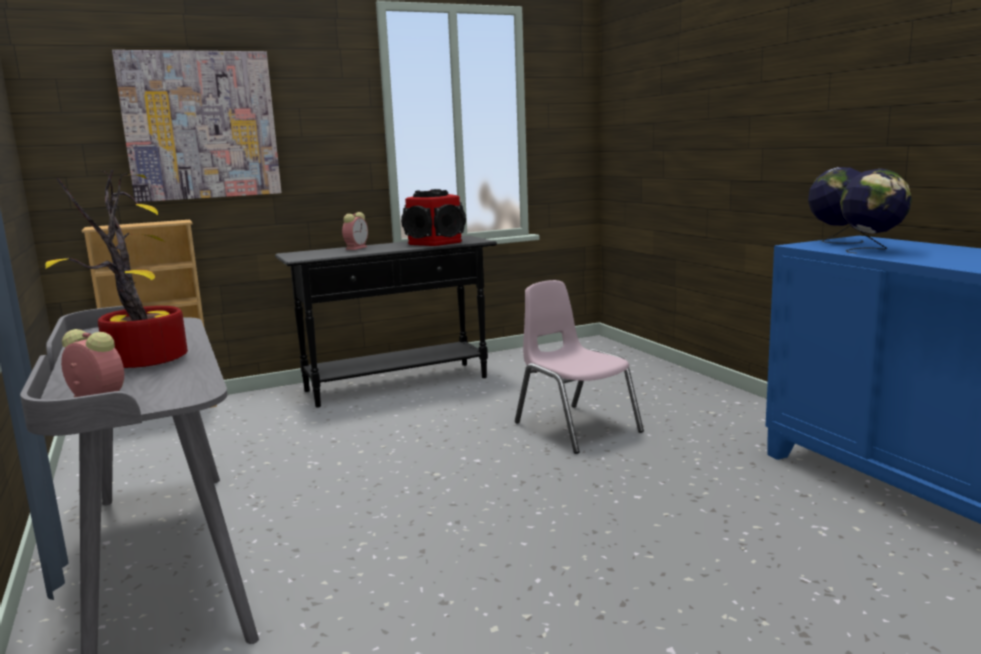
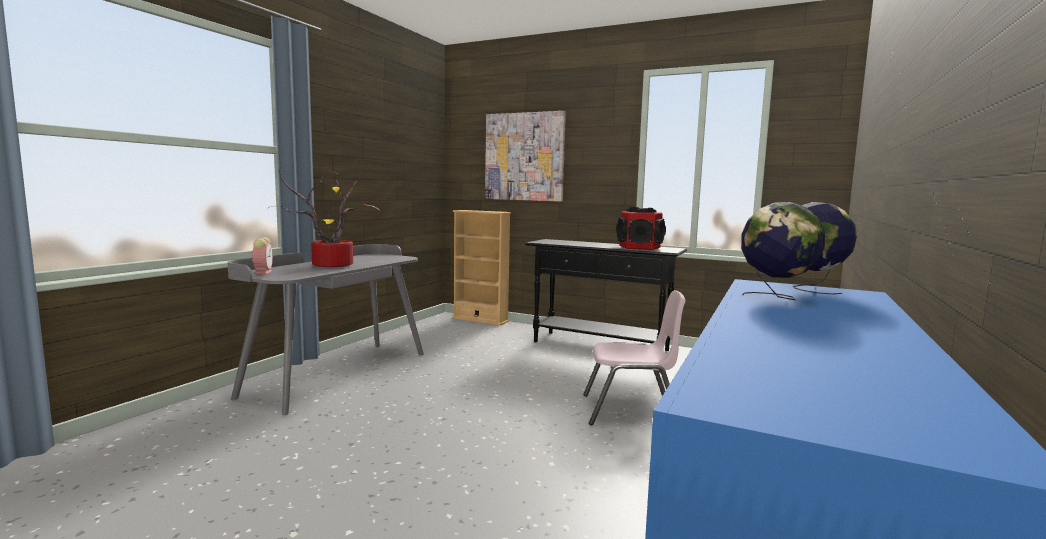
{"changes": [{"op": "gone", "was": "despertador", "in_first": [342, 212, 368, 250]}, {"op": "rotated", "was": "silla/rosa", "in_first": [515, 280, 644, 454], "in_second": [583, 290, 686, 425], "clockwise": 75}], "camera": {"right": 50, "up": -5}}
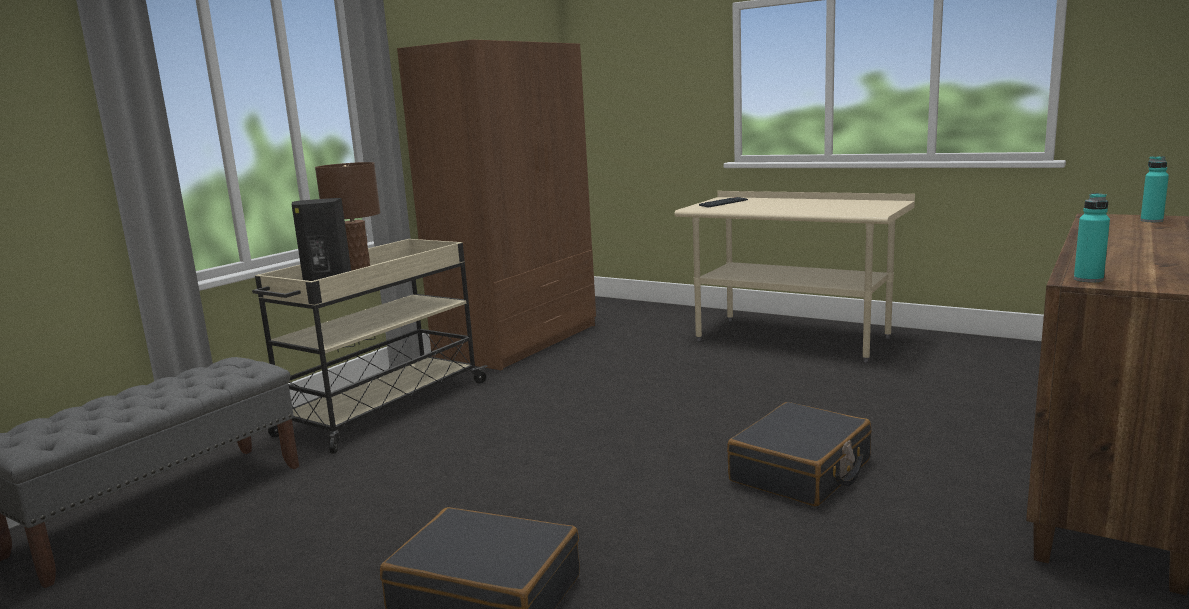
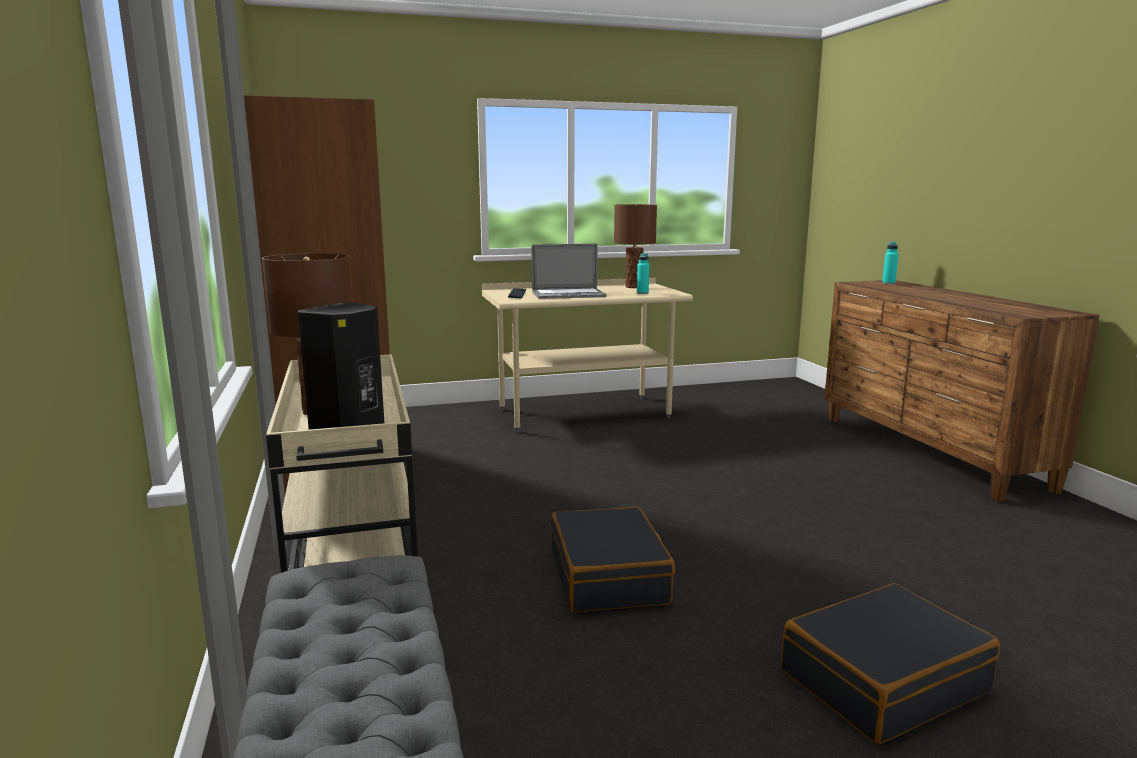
{"changes": [{"op": "shifted", "was": "botella/turquesa", "in_first": [1074, 193, 1110, 282], "in_second": [637, 253, 649, 294]}, {"op": "shifted", "was": "maleta/negro", "in_first": [727, 402, 871, 506], "in_second": [551, 506, 675, 612]}, {"op": "new", "now": "lámpara de mesa/marrón", "in_second": [614, 204, 657, 288]}, {"op": "new", "now": "portátil", "in_second": [532, 244, 607, 299]}], "camera": {"right": -50, "up": 0}}
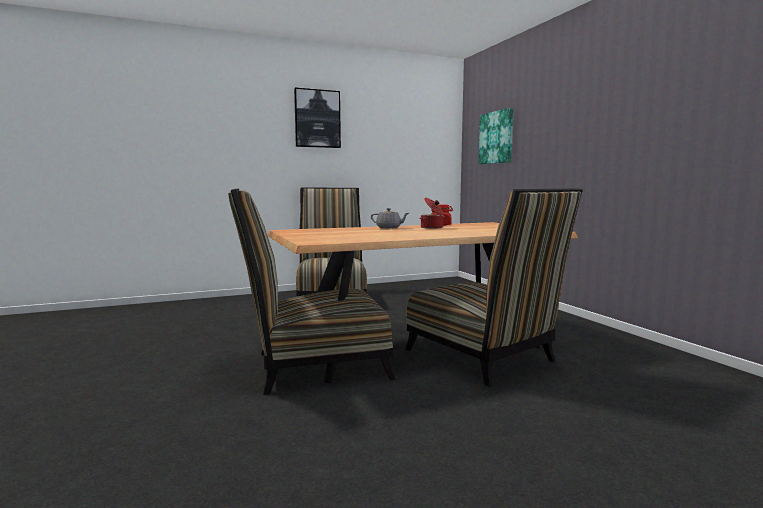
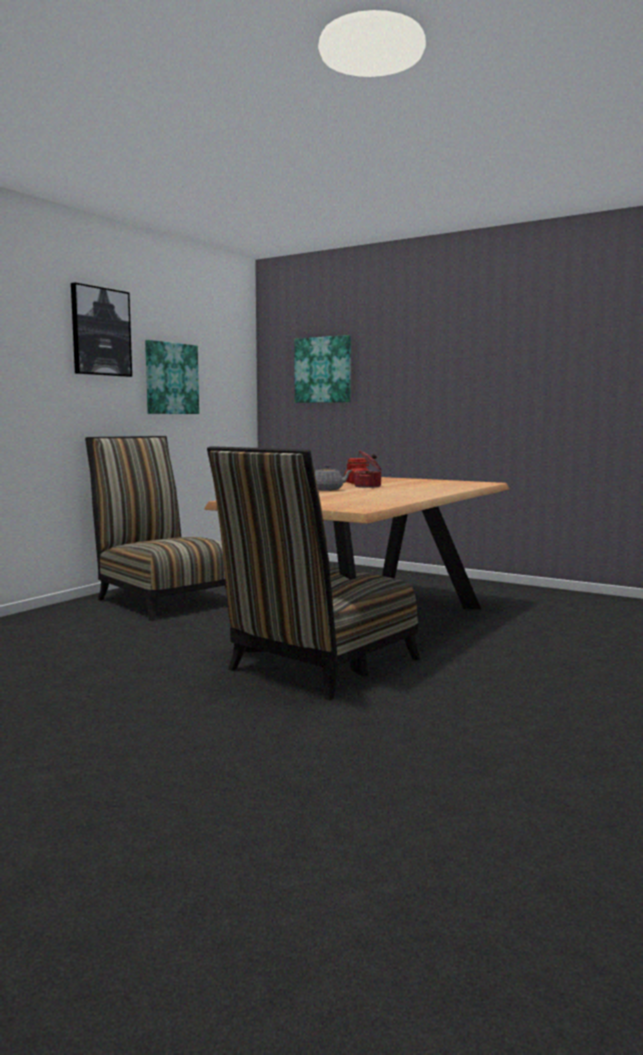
{"changes": [{"op": "gone", "was": "silla", "in_first": [405, 189, 583, 387]}, {"op": "new", "now": "cuadro", "in_second": [145, 340, 199, 414]}], "camera": {"right": -35, "up": 0}}
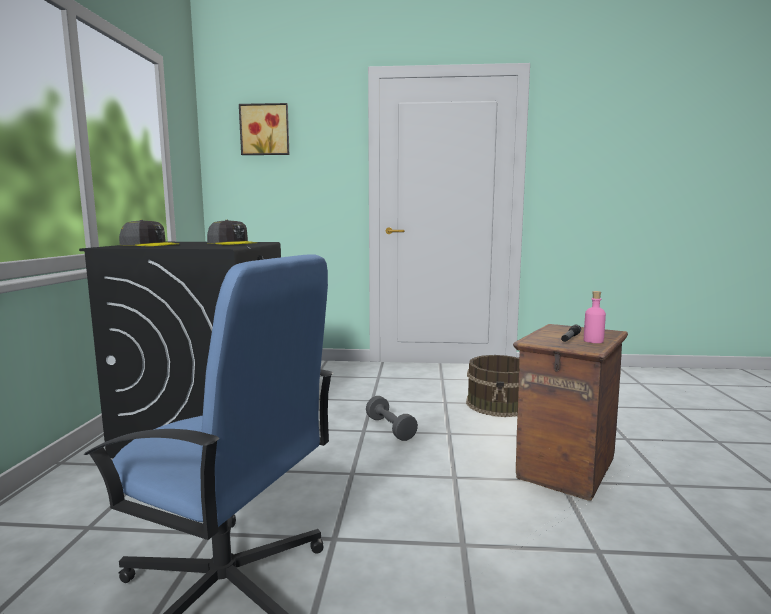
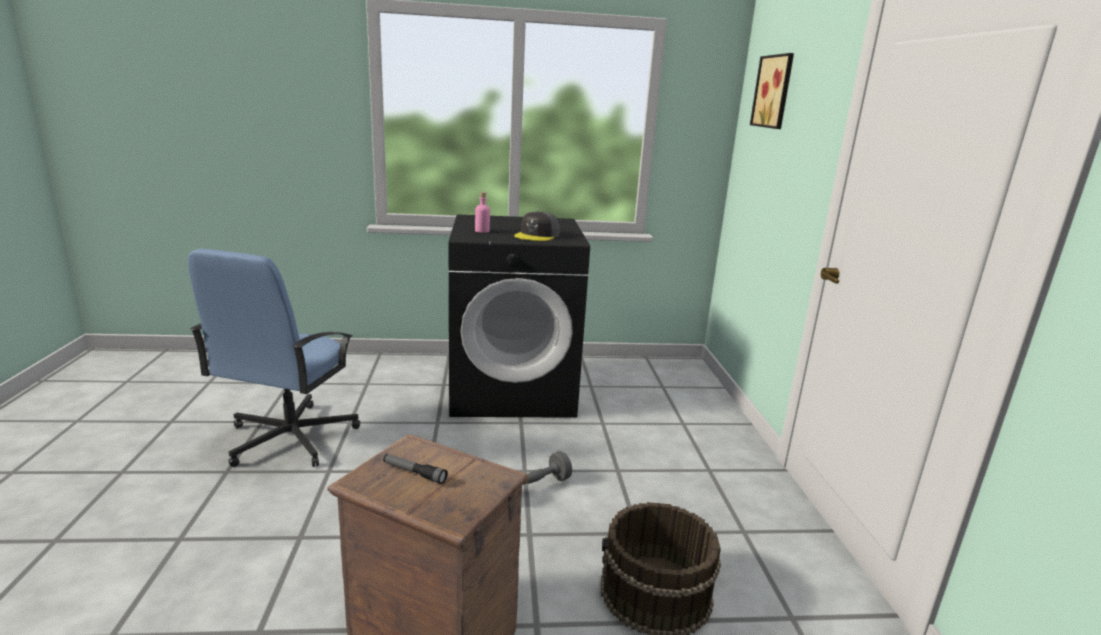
{"changes": [{"op": "gone", "was": "gorra/gris", "in_first": [119, 220, 179, 246]}, {"op": "shifted", "was": "botella/rosa", "in_first": [584, 291, 606, 343], "in_second": [475, 192, 490, 233]}], "camera": {"right": 80, "up": 10}}
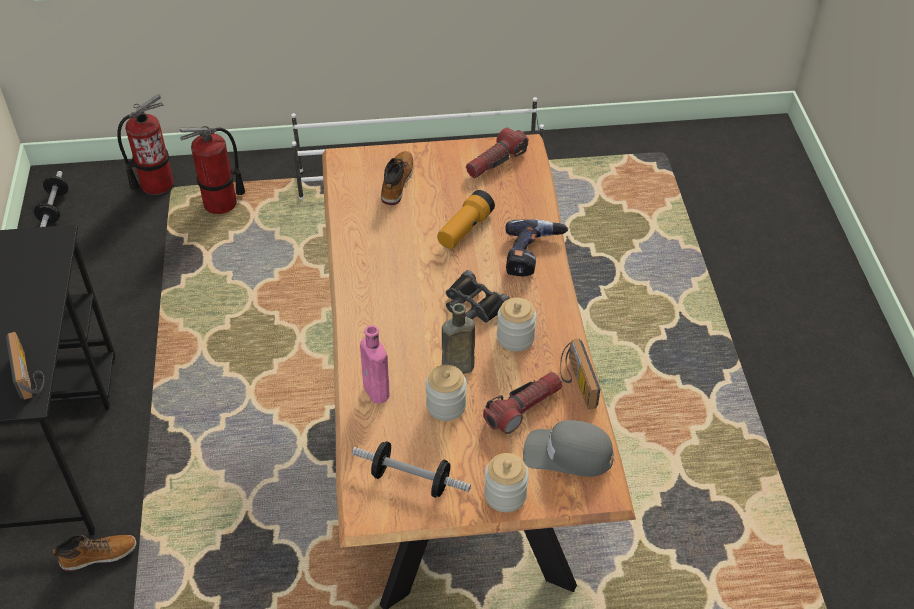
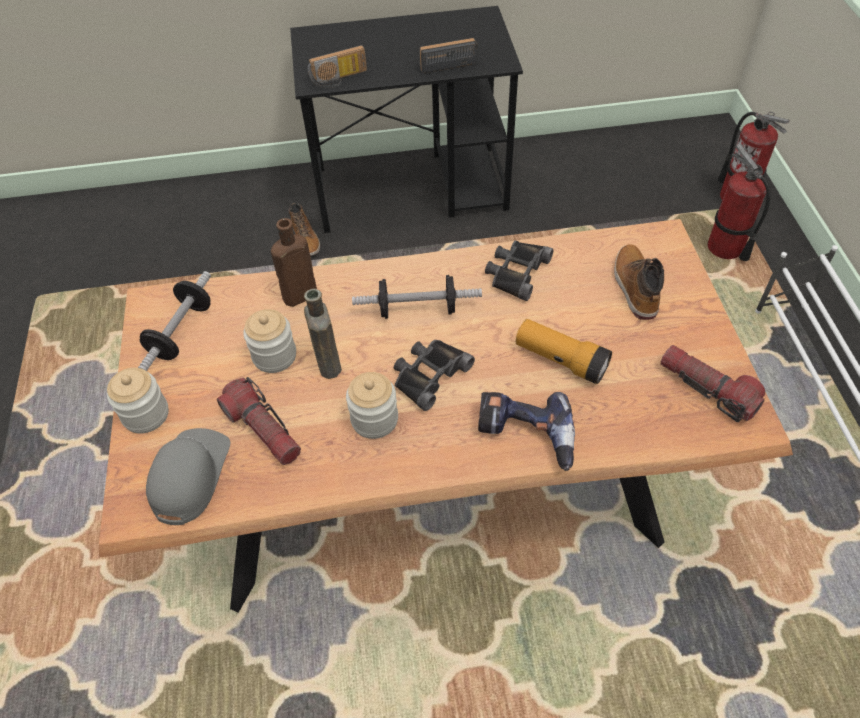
{"changes": [{"op": "rotated", "was": "bota", "in_first": [381, 151, 414, 205], "in_second": [614, 245, 664, 320], "clockwise": -105}, {"op": "shifted", "was": "mancuerna", "in_first": [34, 171, 68, 227], "in_second": [352, 275, 482, 319]}, {"op": "repainted", "was": "botella/rosa", "now": "botella/marrón", "in_first": [360, 325, 390, 404], "in_second": [271, 218, 317, 307]}, {"op": "shifted", "was": "radio", "in_first": [560, 339, 600, 410], "in_second": [420, 38, 478, 73]}, {"op": "new", "now": "prismáticos/negro", "in_second": [485, 240, 553, 301]}], "camera": {"right": 90, "up": 5}}
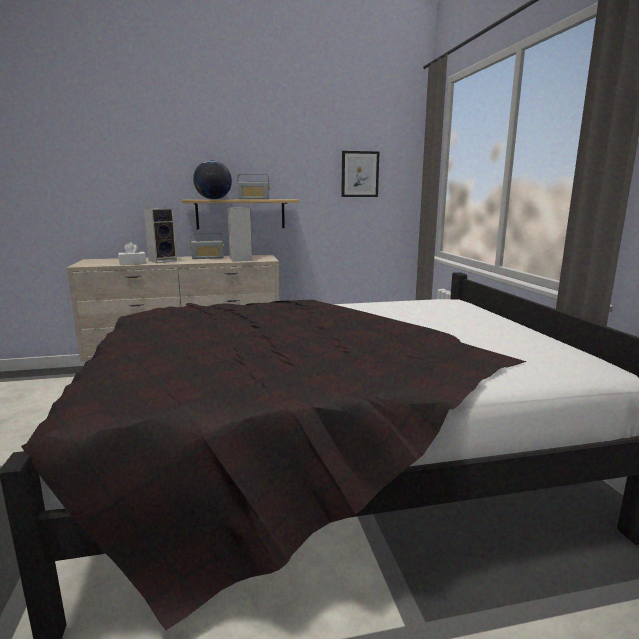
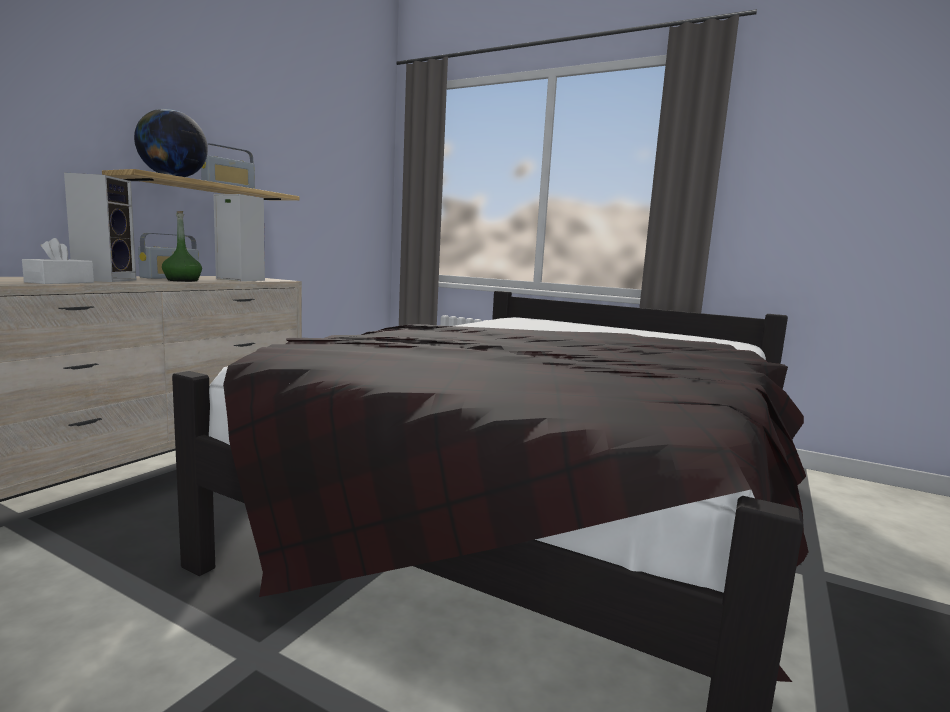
{"changes": [{"op": "gone", "was": "cuadro", "in_first": [341, 151, 379, 197]}, {"op": "new", "now": "botella/verde", "in_second": [162, 211, 202, 282]}], "camera": {"right": -50, "up": -5}}
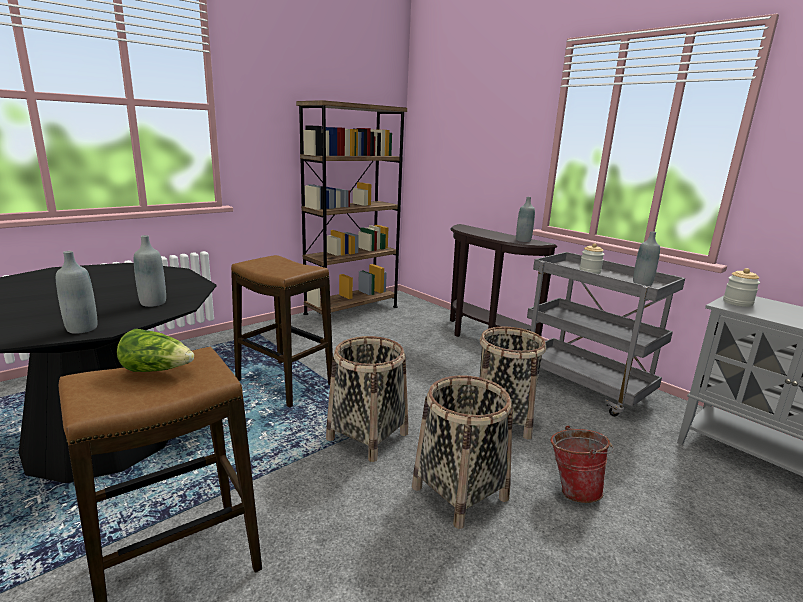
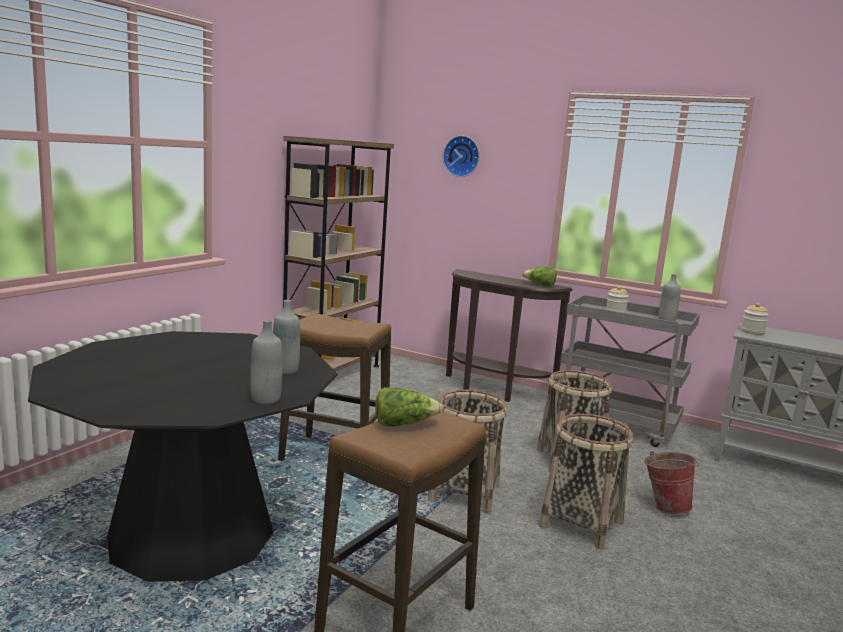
{"changes": [{"op": "swapped", "was": "botella/gris", "now": "lechuga", "in_first": [516, 197, 535, 242], "in_second": [522, 267, 557, 287]}, {"op": "new", "now": "reloj de pared", "in_second": [443, 136, 479, 177]}], "camera": {"right": -20, "up": -5}}
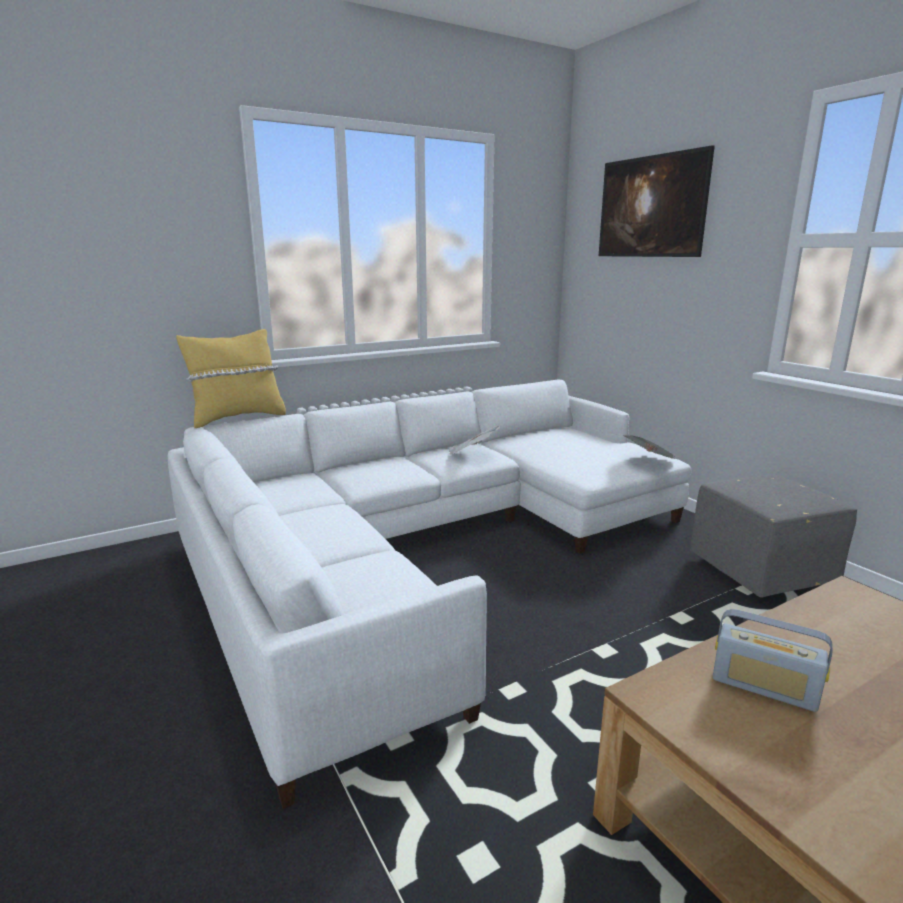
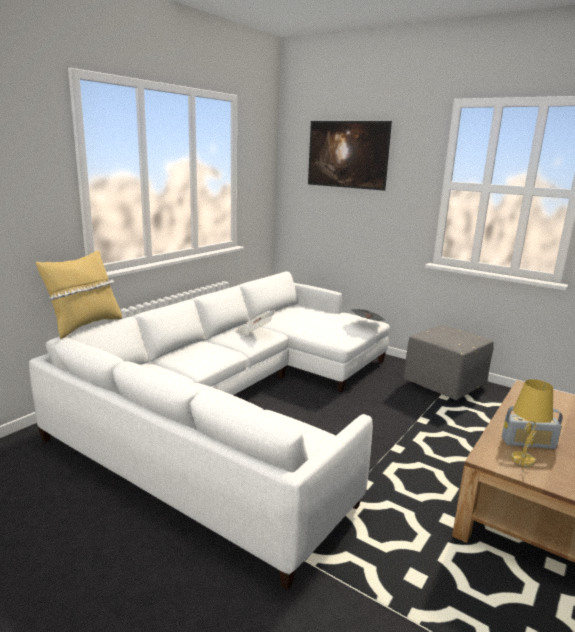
{"changes": [{"op": "new", "now": "lámpara de mesa/amarillo", "in_second": [511, 379, 553, 466]}], "camera": {"right": -25, "up": 0}}
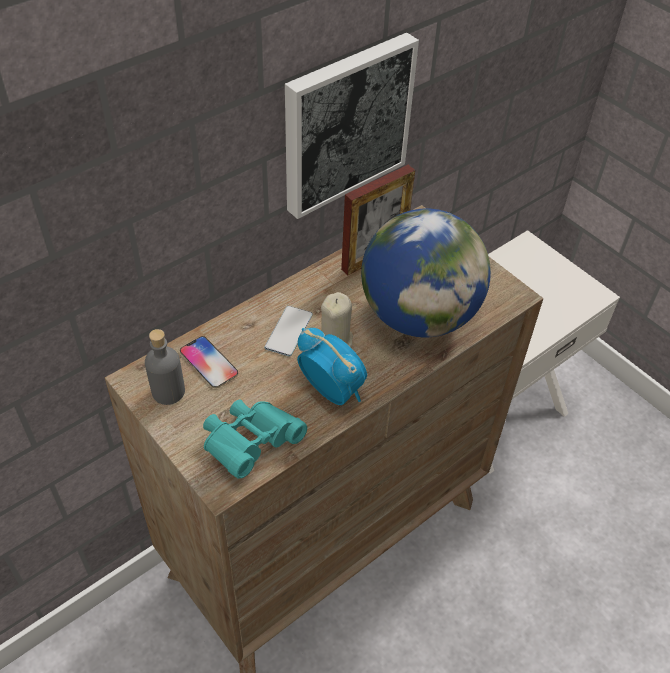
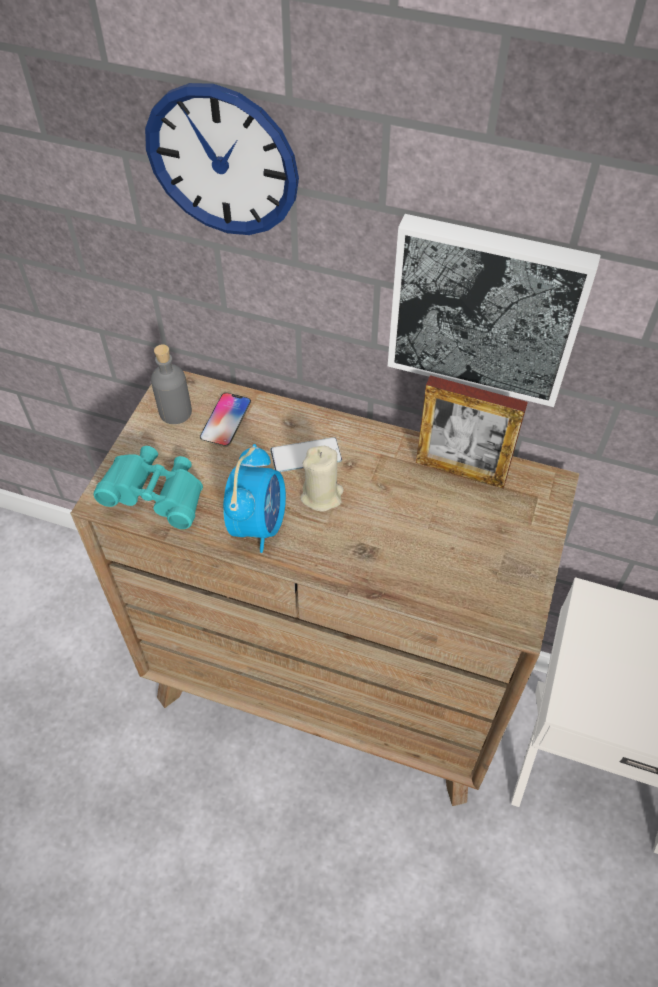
{"changes": [{"op": "gone", "was": "globo terráqueo", "in_first": [361, 209, 491, 337]}, {"op": "new", "now": "reloj de pared", "in_second": [145, 83, 299, 235]}], "camera": {"right": 60, "up": 5}}
